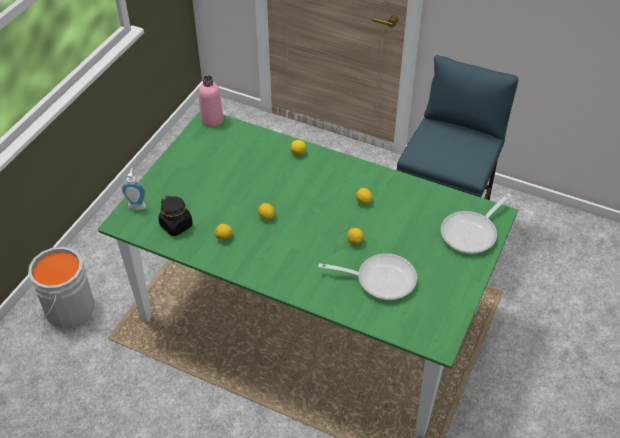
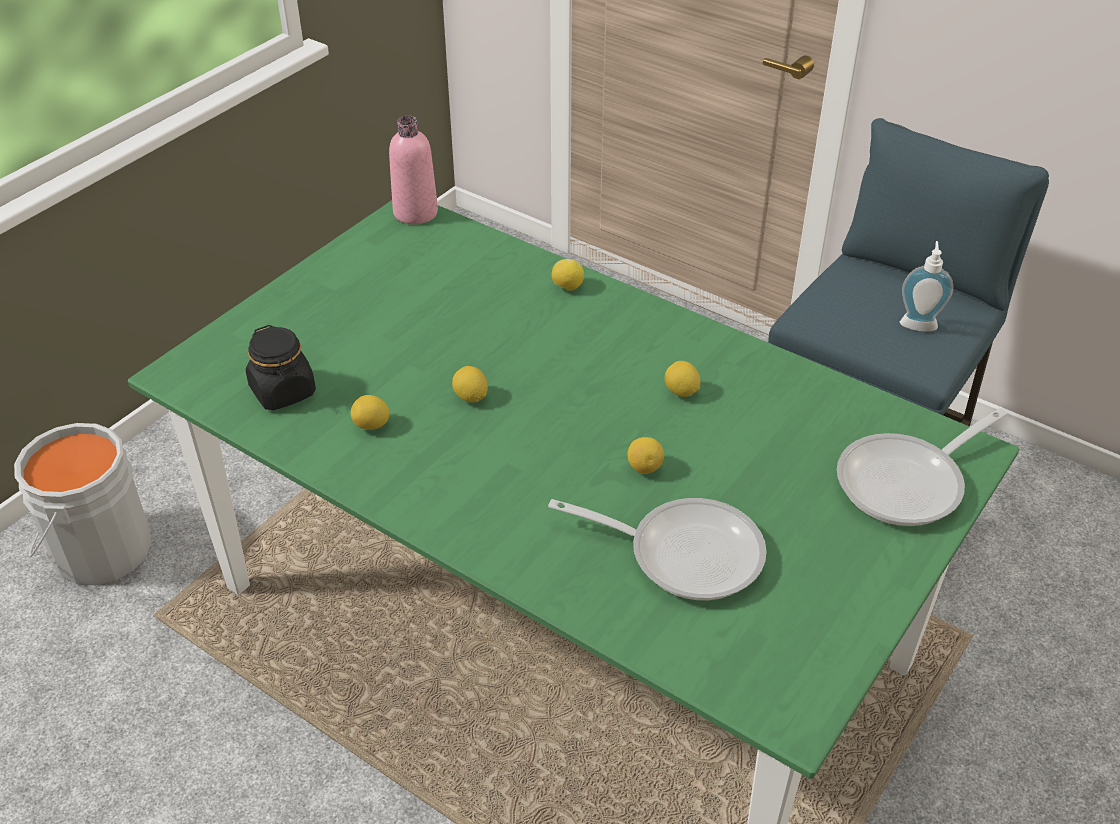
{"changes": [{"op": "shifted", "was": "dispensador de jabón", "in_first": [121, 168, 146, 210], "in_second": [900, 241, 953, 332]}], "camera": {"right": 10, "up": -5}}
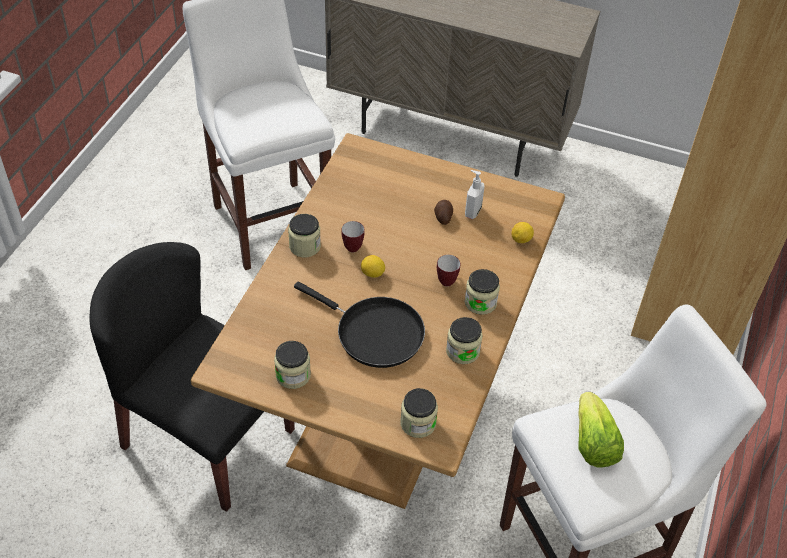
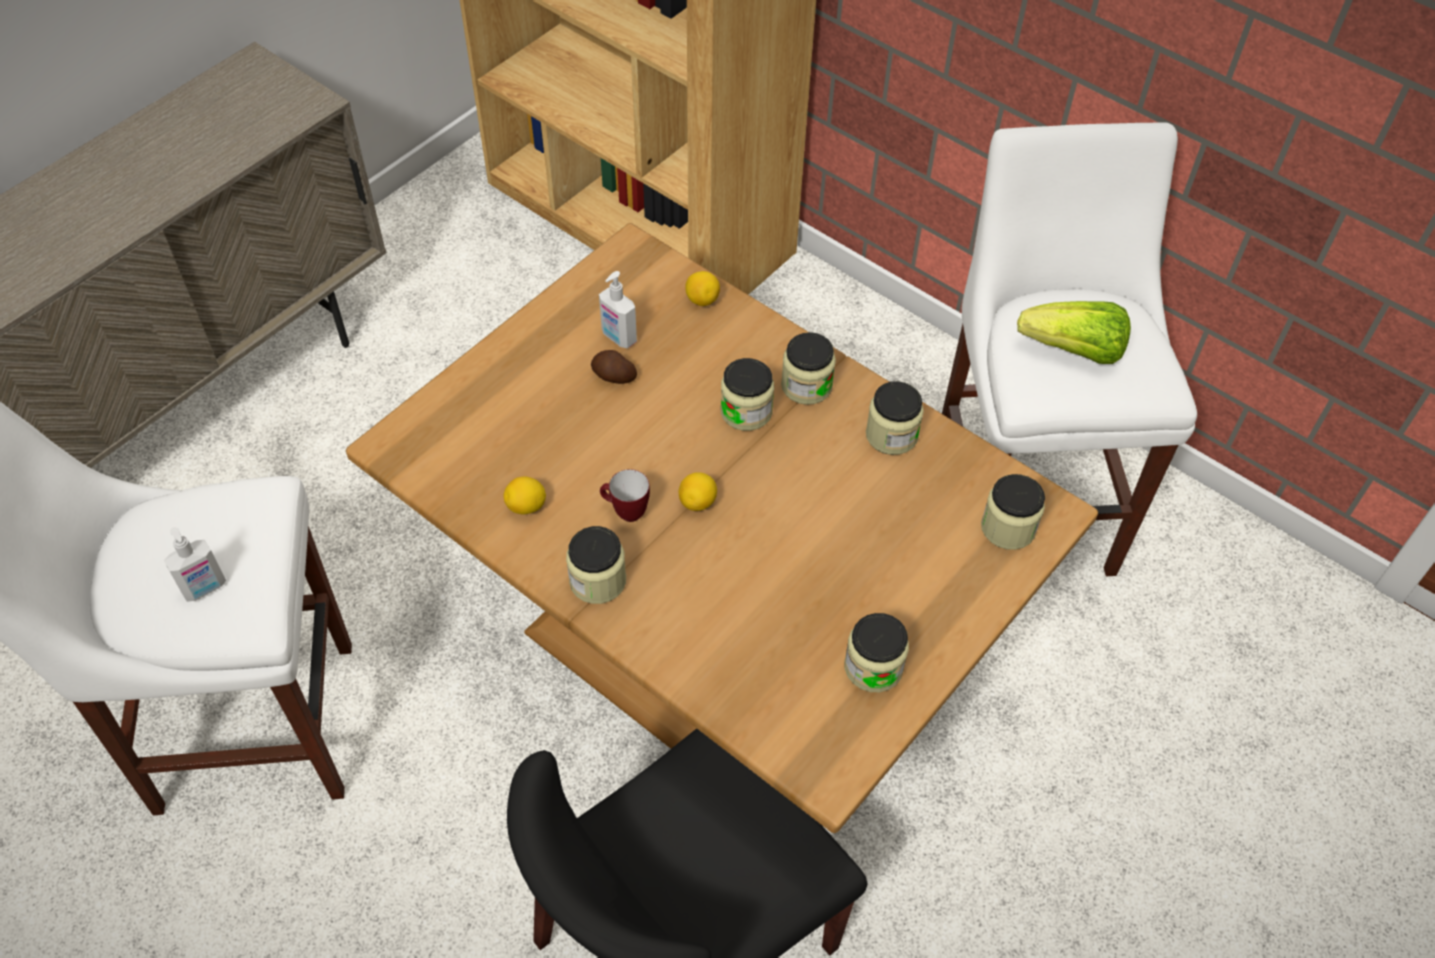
{"changes": [{"op": "swapped", "was": "taza grande", "now": "tarro", "in_first": [437, 255, 460, 287], "in_second": [721, 358, 774, 431]}, {"op": "gone", "was": "sartén/negro", "in_first": [294, 282, 425, 368]}, {"op": "new", "now": "limón", "in_second": [504, 476, 546, 514]}, {"op": "new", "now": "dispensador de jabón", "in_second": [164, 527, 226, 602]}], "camera": {"right": -70, "up": 5}}
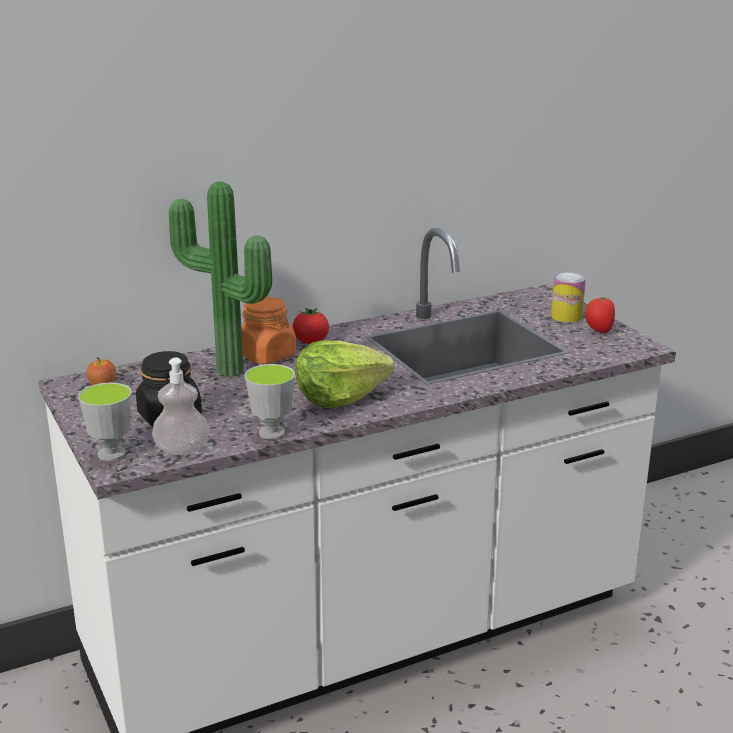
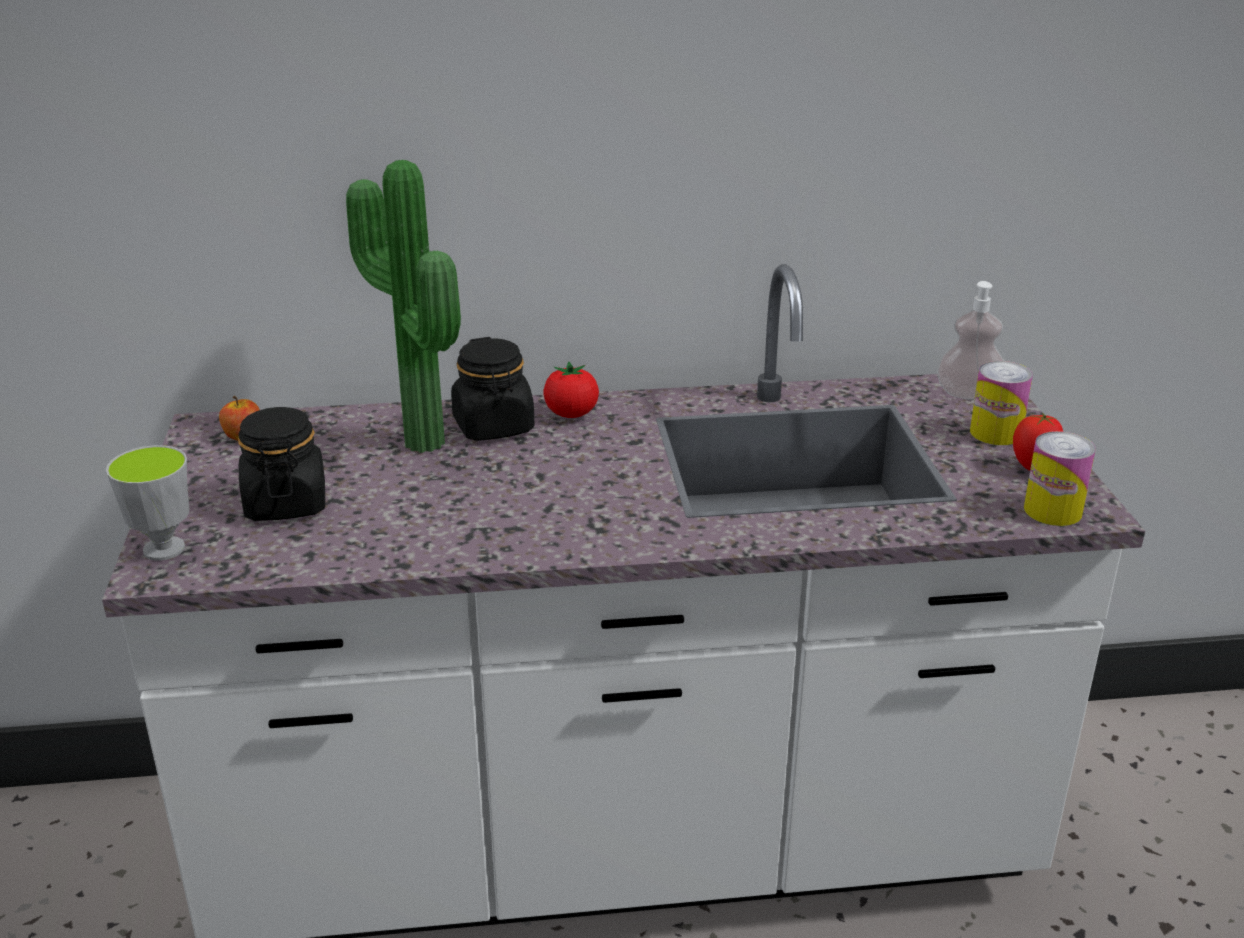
{"changes": [{"op": "repainted", "was": "tarro/naranja", "now": "tarro/negro", "in_first": [241, 297, 296, 364], "in_second": [451, 337, 535, 441]}, {"op": "gone", "was": "lechuga", "in_first": [296, 340, 394, 408]}, {"op": "shifted", "was": "dispensador de jabón", "in_first": [152, 357, 209, 455], "in_second": [937, 281, 1005, 400]}, {"op": "gone", "was": "taza", "in_first": [245, 364, 295, 439]}, {"op": "new", "now": "lata", "in_second": [1024, 431, 1096, 526]}], "camera": {"right": 20, "up": 5}}
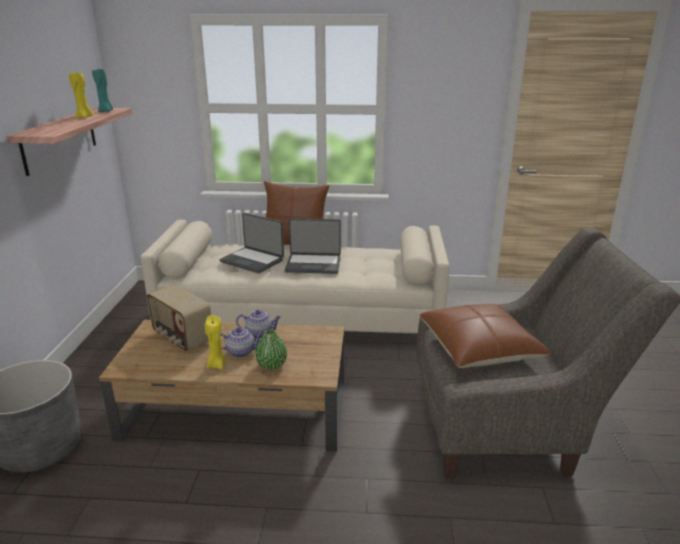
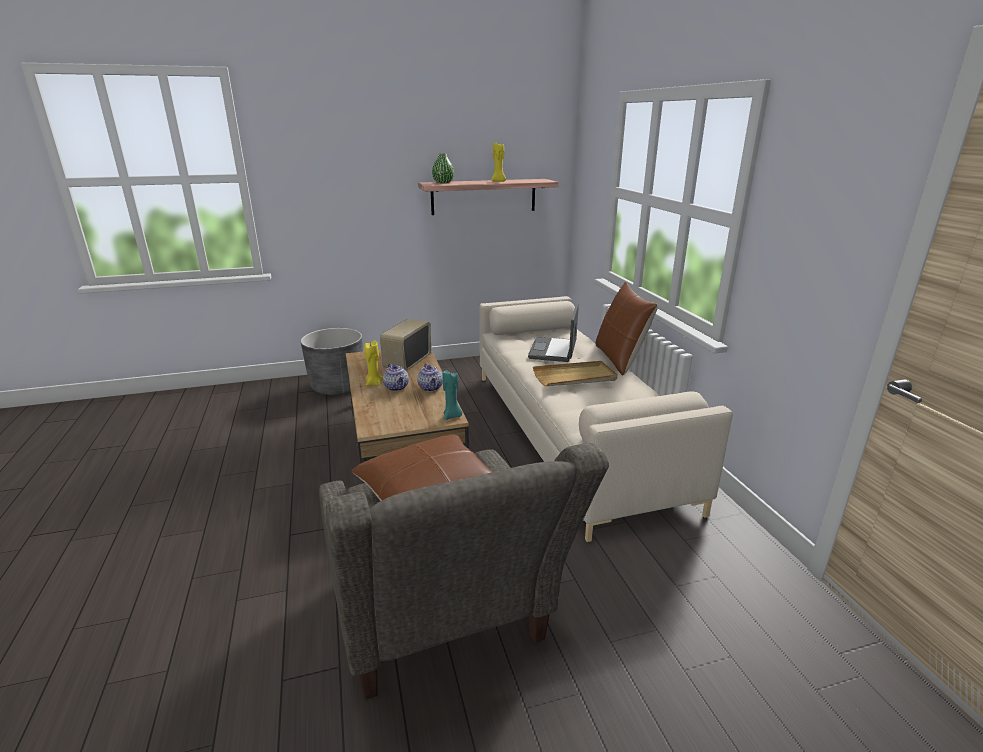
{"changes": [{"op": "shifted", "was": "vela/turquesa", "in_first": [92, 69, 113, 113], "in_second": [443, 370, 462, 420]}, {"op": "swapped", "was": "portátil", "now": "bandeja/beis", "in_first": [285, 218, 341, 274], "in_second": [533, 361, 618, 386]}, {"op": "shifted", "was": "florero/verde", "in_first": [255, 329, 287, 370], "in_second": [432, 153, 454, 183]}], "camera": {"right": 70, "up": 0}}
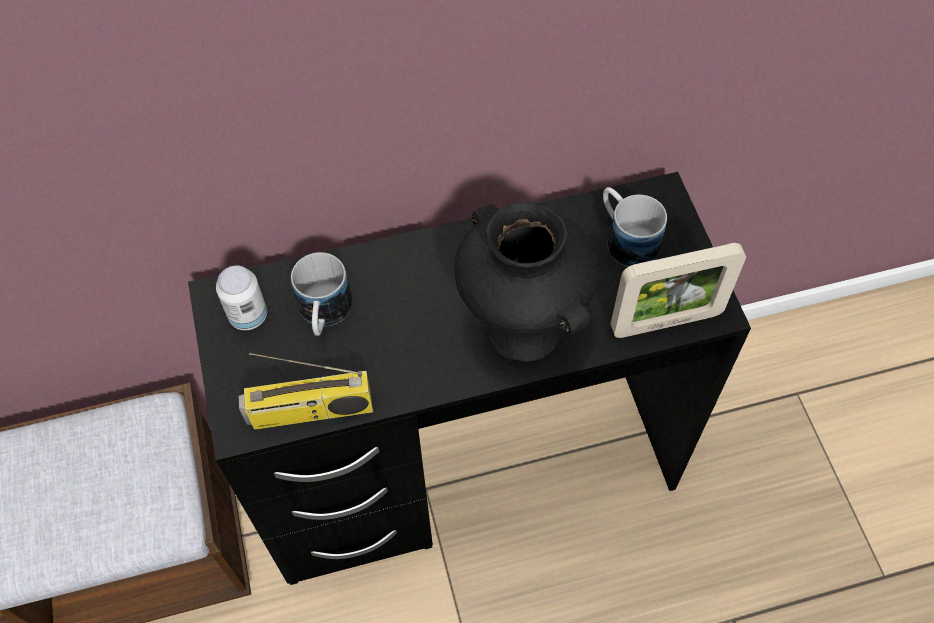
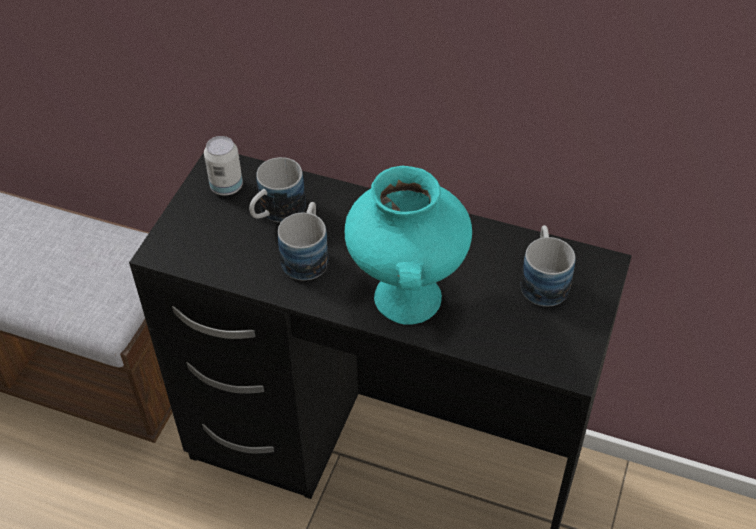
{"changes": [{"op": "repainted", "was": "florero/negro", "now": "florero/turquesa", "in_first": [454, 202, 600, 361], "in_second": [345, 166, 472, 325]}, {"op": "gone", "was": "portarretratos", "in_first": [611, 243, 746, 338]}, {"op": "gone", "was": "radio", "in_first": [239, 352, 373, 430]}, {"op": "new", "now": "taza grande", "in_second": [278, 202, 329, 281]}], "camera": {"right": 35, "up": -10}}
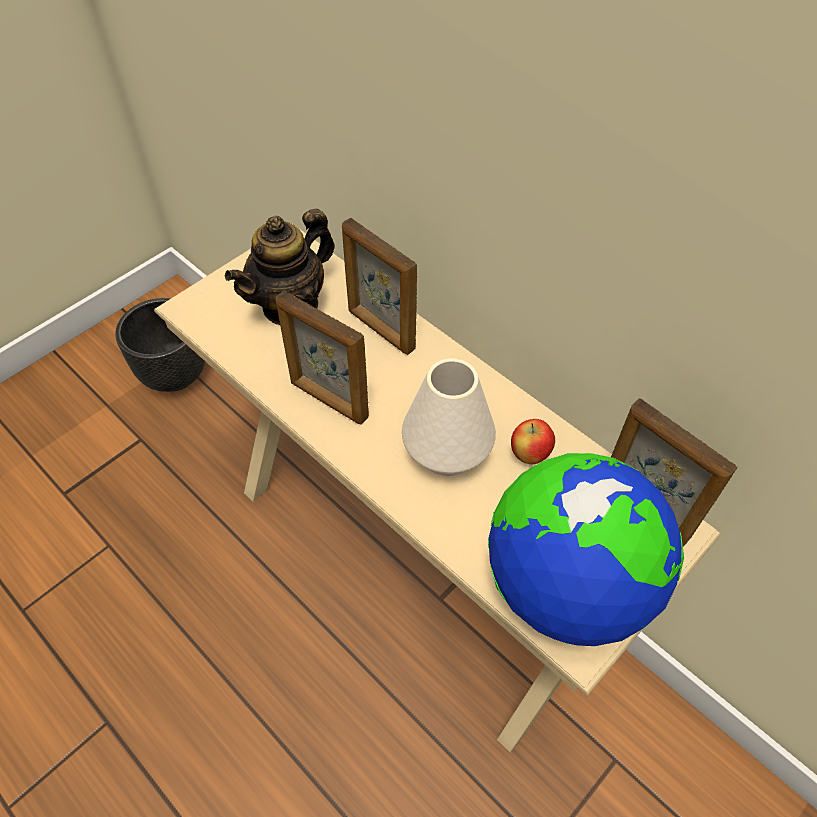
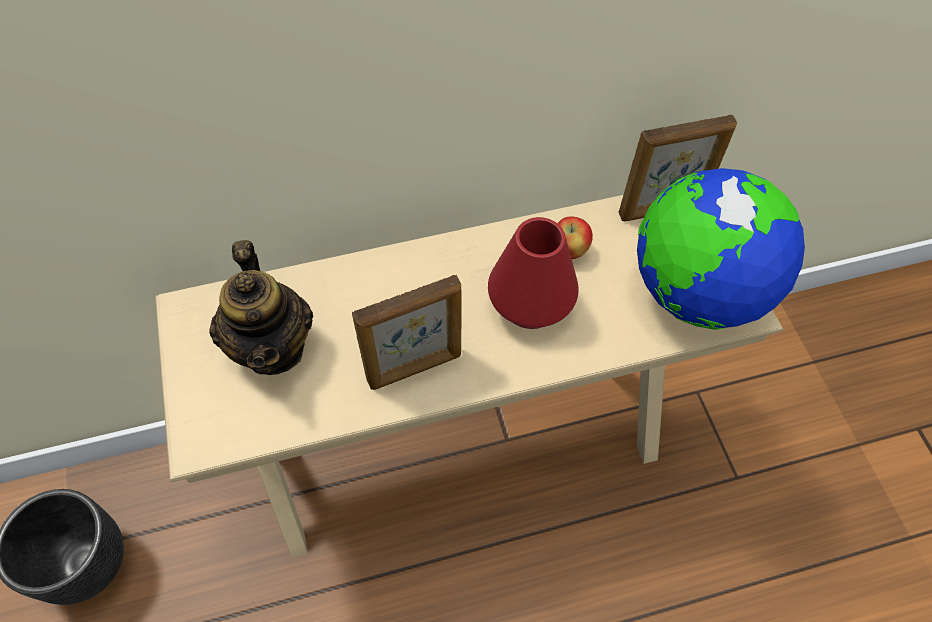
{"changes": [{"op": "gone", "was": "portarretratos", "in_first": [342, 218, 417, 355]}, {"op": "repainted", "was": "florero/blanco", "now": "florero/rojo", "in_first": [402, 358, 496, 476], "in_second": [488, 217, 579, 329]}], "camera": {"right": -60, "up": 5}}
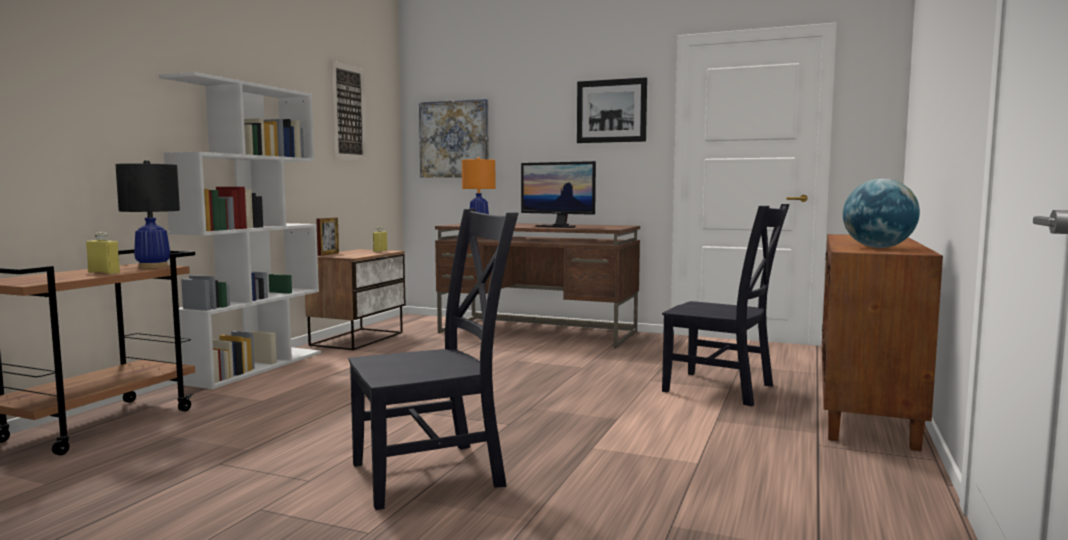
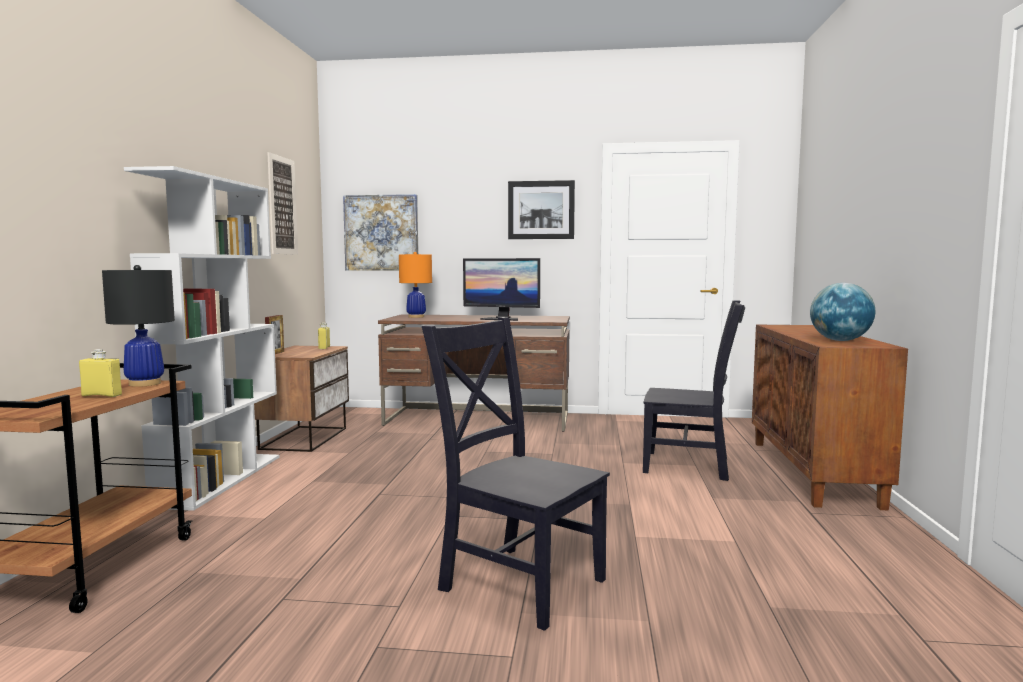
{"changes": [{"op": "rotated", "was": "silla/negro", "in_first": [348, 209, 518, 510], "in_second": [422, 317, 610, 631], "clockwise": -105}], "camera": {"right": -15, "up": 0}}
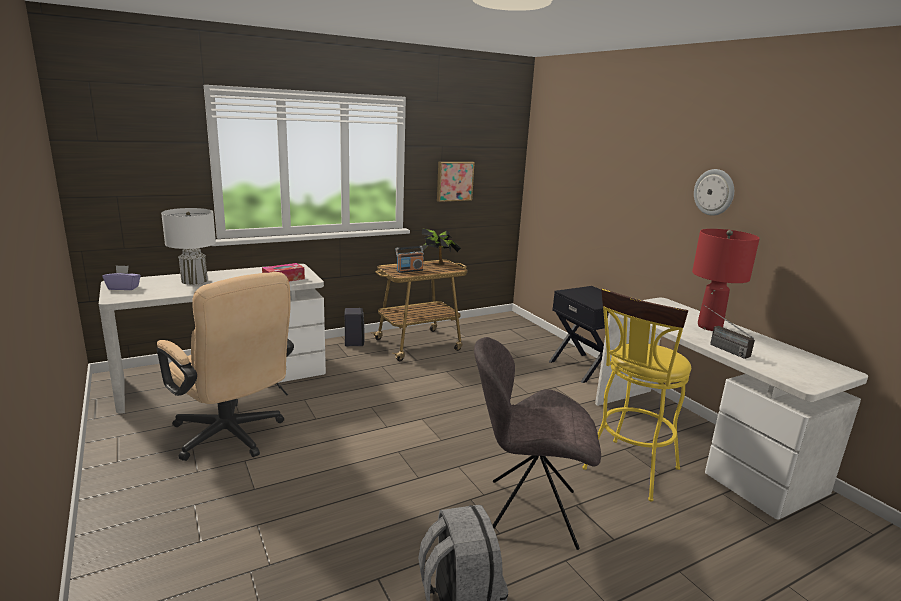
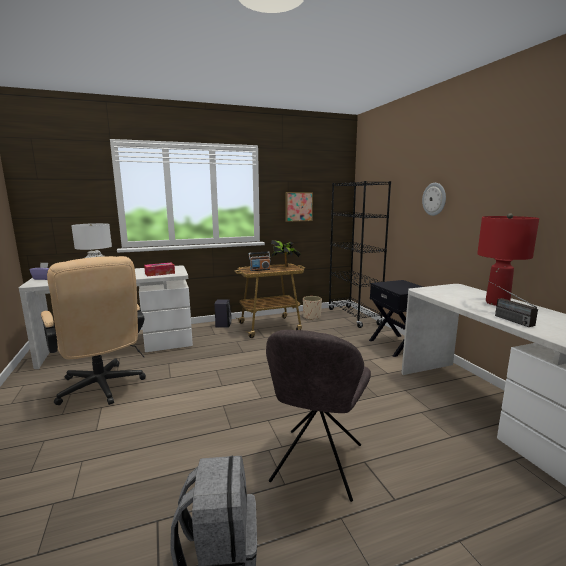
{"changes": [{"op": "shifted", "was": "reloj de pared", "in_first": [694, 169, 734, 216], "in_second": [422, 183, 446, 216]}, {"op": "gone", "was": "taburete/amarillo", "in_first": [582, 288, 691, 502]}, {"op": "rotated", "was": "silla/gris", "in_first": [474, 337, 601, 550], "in_second": [266, 330, 371, 502], "clockwise": -90}, {"op": "new", "now": "estantería/negro", "in_second": [328, 181, 391, 328]}, {"op": "new", "now": "maceta/beis", "in_second": [303, 296, 322, 320]}], "camera": {"right": 10, "up": -5}}
